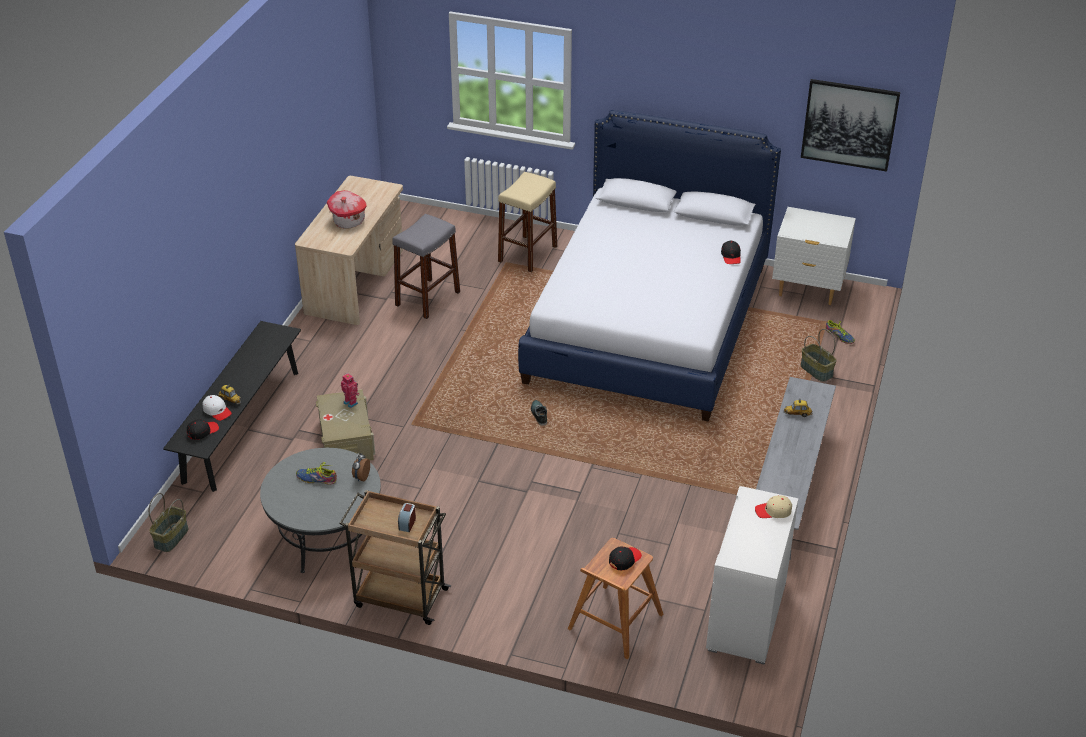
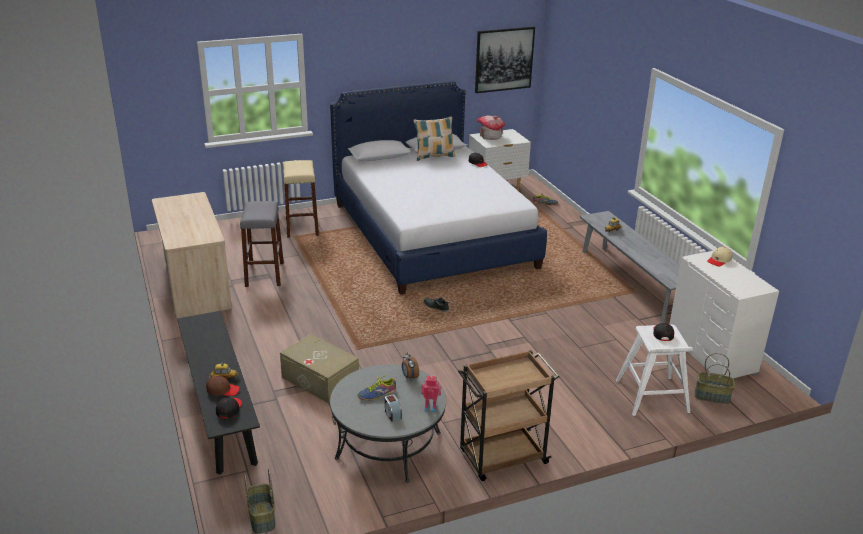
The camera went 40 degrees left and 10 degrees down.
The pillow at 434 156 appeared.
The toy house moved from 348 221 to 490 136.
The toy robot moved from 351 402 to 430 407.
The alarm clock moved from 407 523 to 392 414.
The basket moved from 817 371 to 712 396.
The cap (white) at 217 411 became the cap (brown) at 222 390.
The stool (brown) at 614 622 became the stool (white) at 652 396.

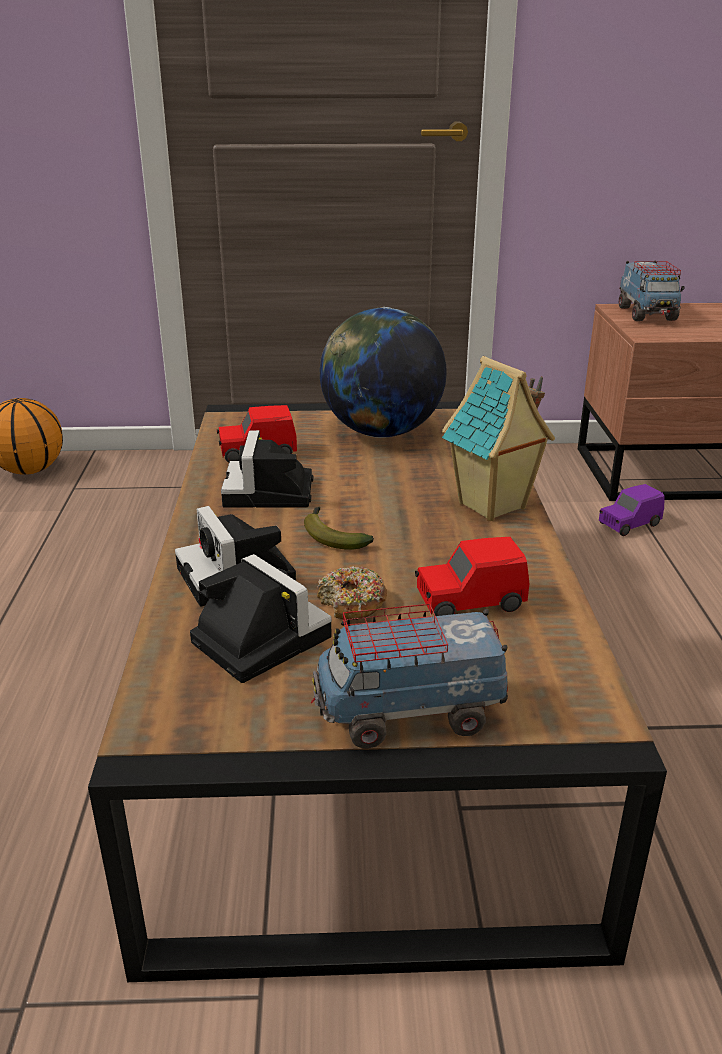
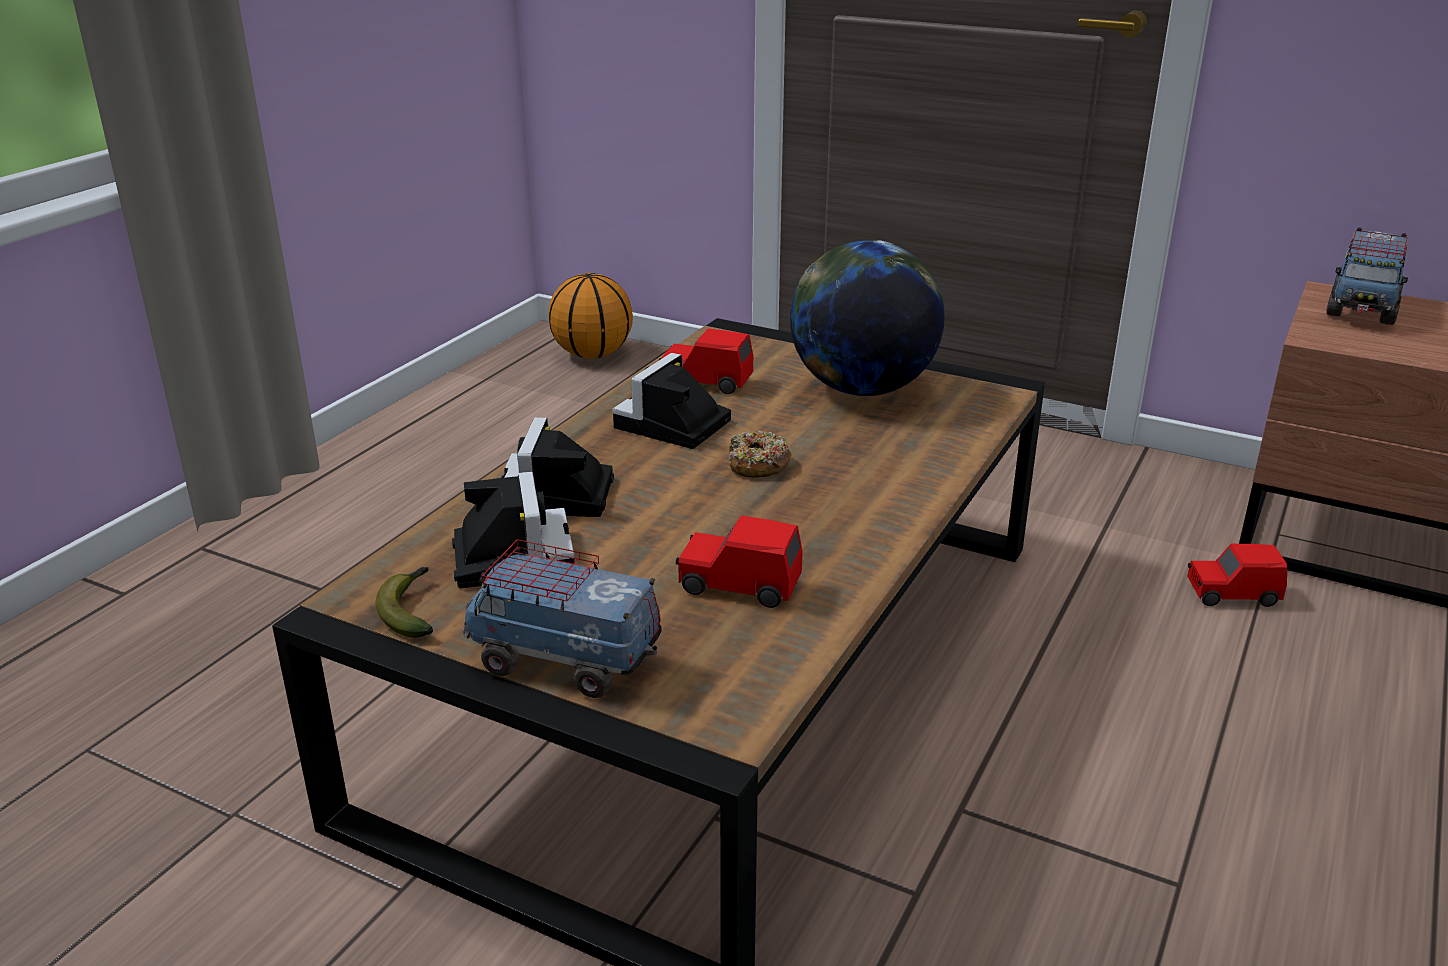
The camera went 30 degrees right and 0 degrees up.
The toy house at 492 506 disappeared.
The banana moved from 332 536 to 411 610.
The donut moved from 352 603 to 757 465.
The toy car (purple) at 628 525 became the toy car (red) at 1231 594.

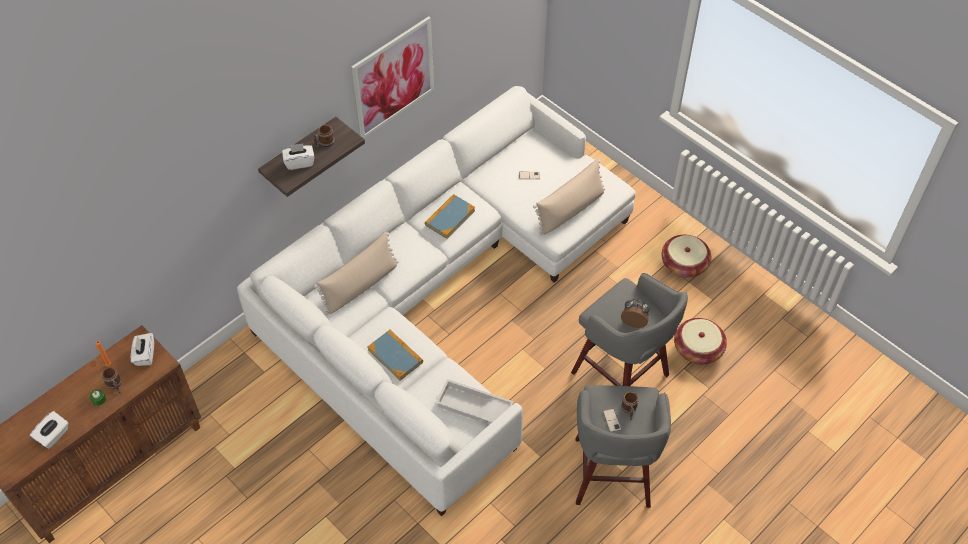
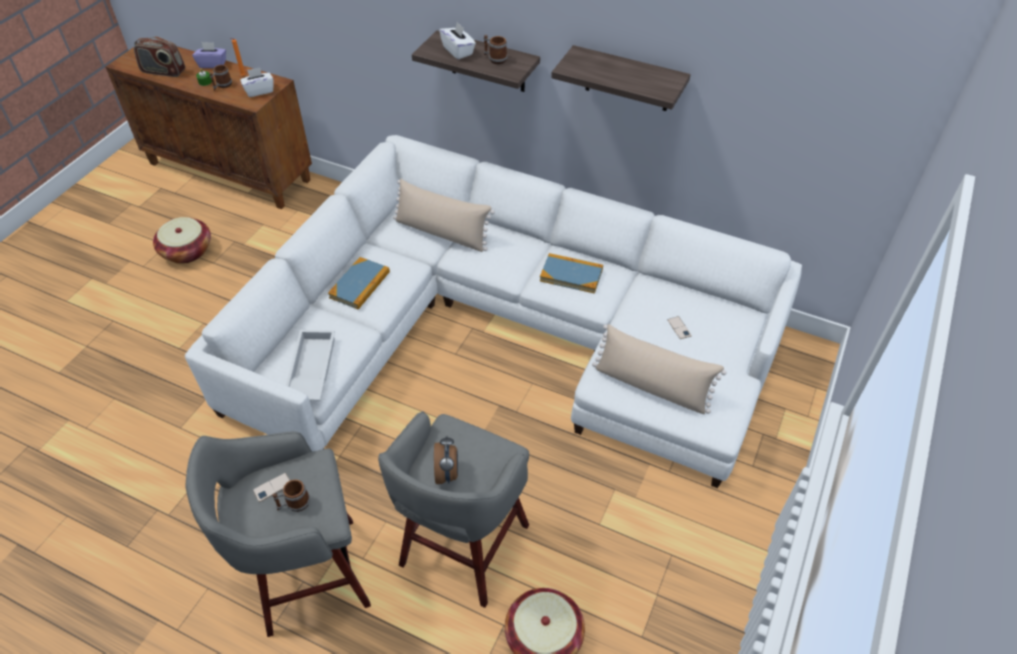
The camera went 70 degrees right and 5 degrees down.
The tissue box (purple) at 213 64 appeared.
The basket moved from 684 264 to 187 251.
The tissue box (white) at 53 435 was replaced by the radio at 163 71.
The picture at 393 78 was replaced by the shelf at 628 79.

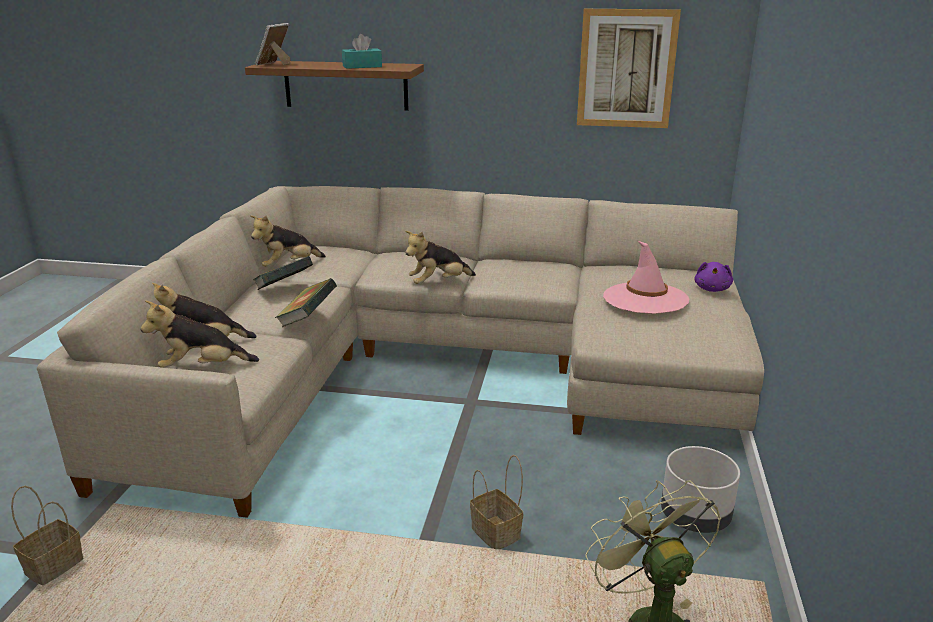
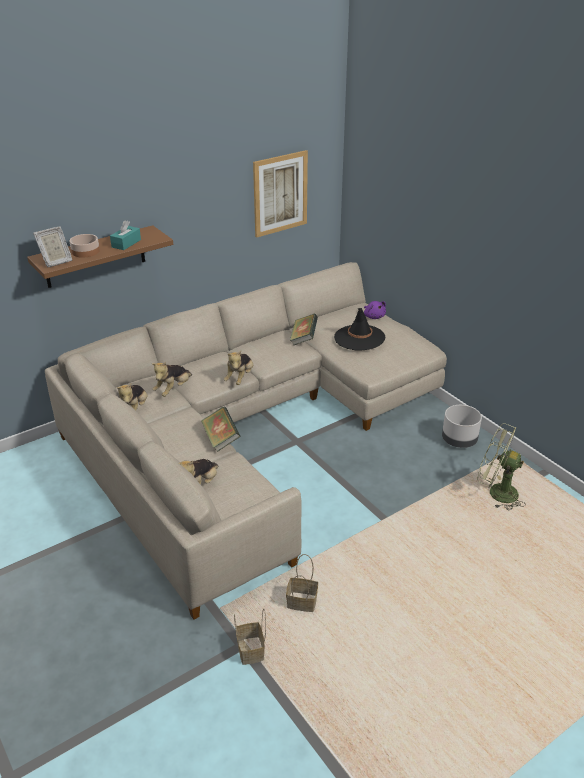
The camera went 45 degrees left and 10 degrees up.
The bowl at 85 251 appeared.
The plush toy moved from 202 367 to 173 389.
The book moved from 284 289 to 303 338.
The basket moved from 497 533 to 303 602.
The hat (pink) at 645 298 became the hat (black) at 359 338.
The picture frame at 274 64 turned 105 degrees counterclockwise.

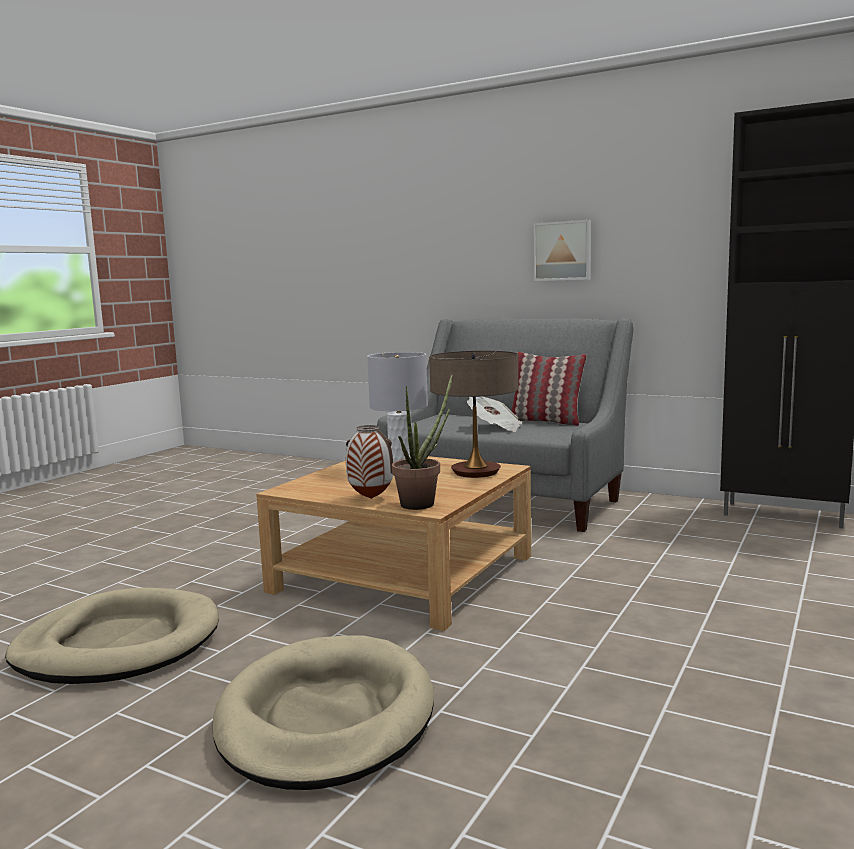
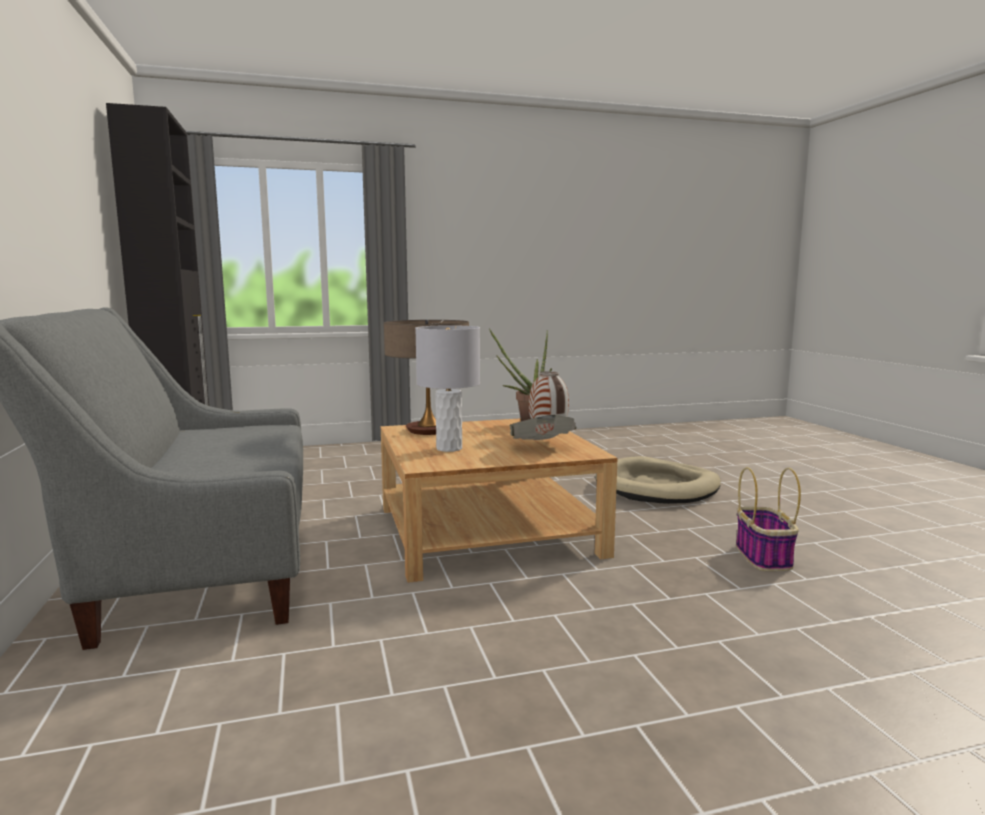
The camera went 135 degrees left and 0 degrees up.
The pillow at 545 421 disappeared.
The picture at 563 251 disappeared.
The newspaper moved from 495 428 to 542 447.
The dog bed (beige) at 118 644 was replaced by the basket at 764 557.

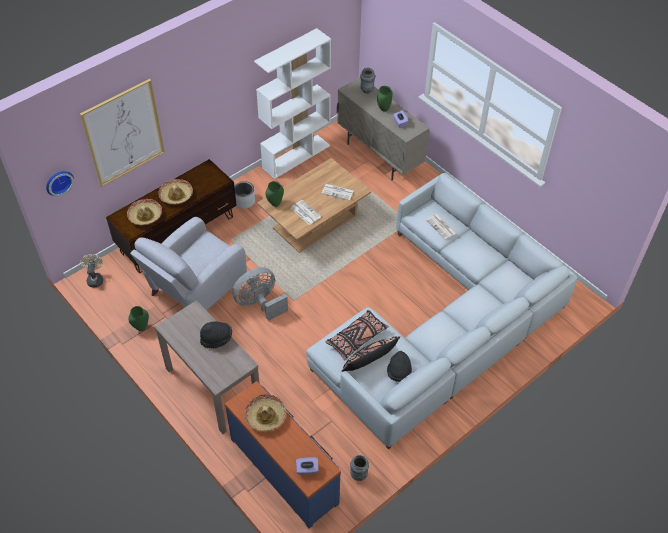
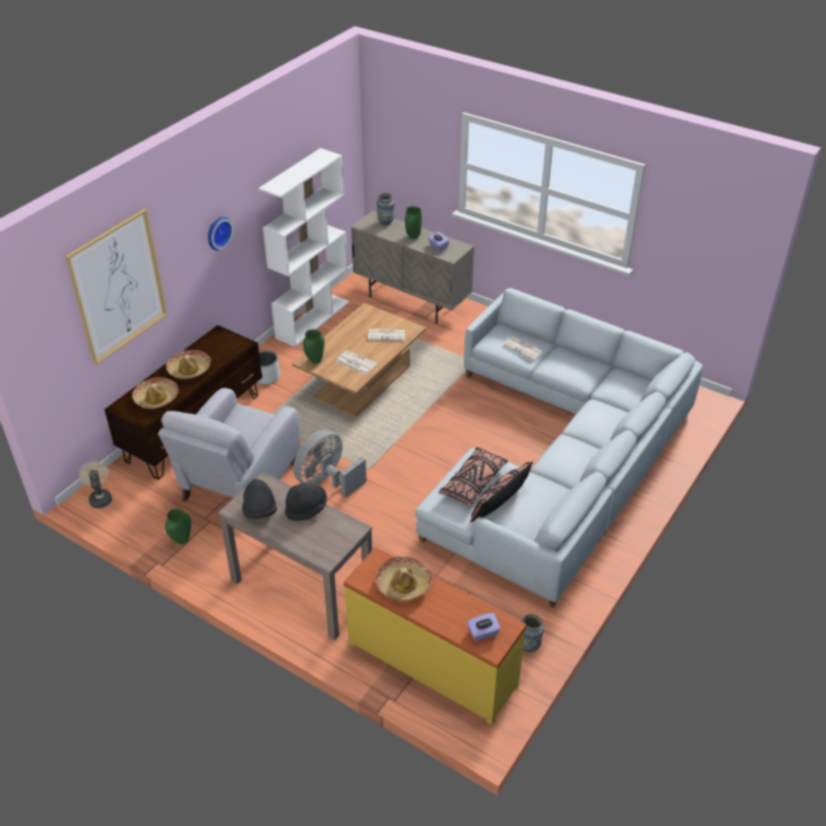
The camera went 15 degrees left and 10 degrees down.
The wall clock moved from 58 181 to 218 232.
The hat (black) moved from 399 373 to 260 511.
The dresser (blue) at 285 469 became the dresser (yellow) at 433 662.

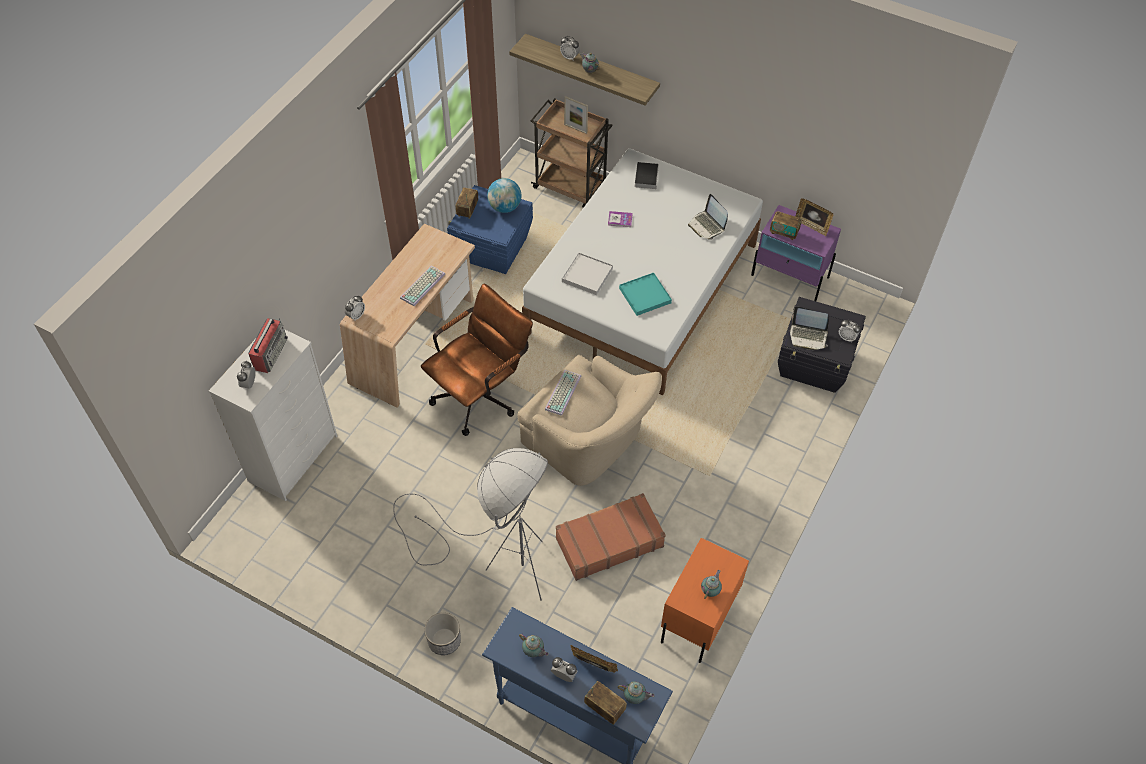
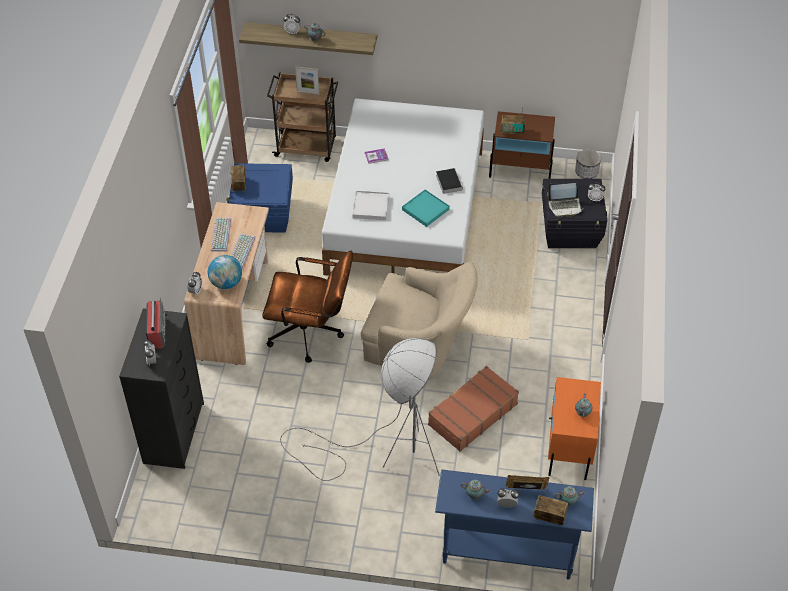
The camera went 20 degrees left and 5 degrees down.
The laptop at 707 226 disappeared.
The picture frame at 811 226 disappeared.
The planter moved from 444 640 to 586 172.
The globe moved from 505 207 to 226 283.
The keyboard moved from 562 392 to 220 234.
The book moved from 646 176 to 448 182.
The dresser (white) at 294 457 became the dresser (black) at 174 432.
The nightstand (purple) at 790 276 became the nightstand (brown) at 520 169.
The office chair (brown) at 481 394 turned 75 degrees clockwise.

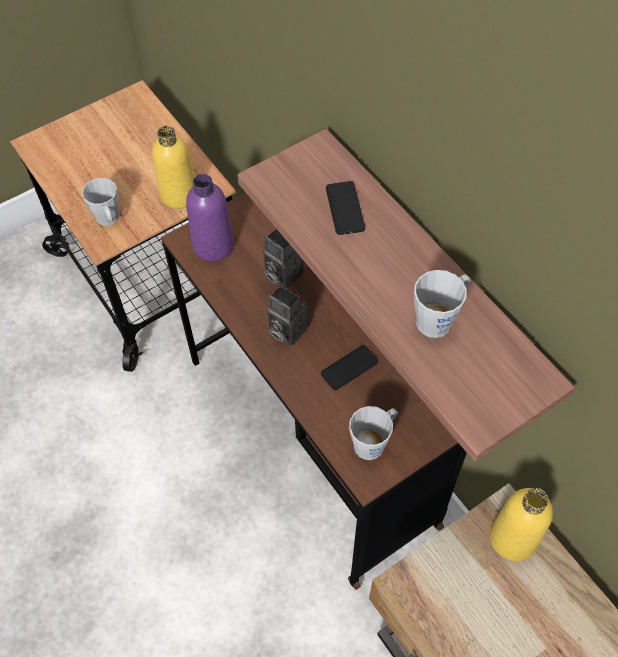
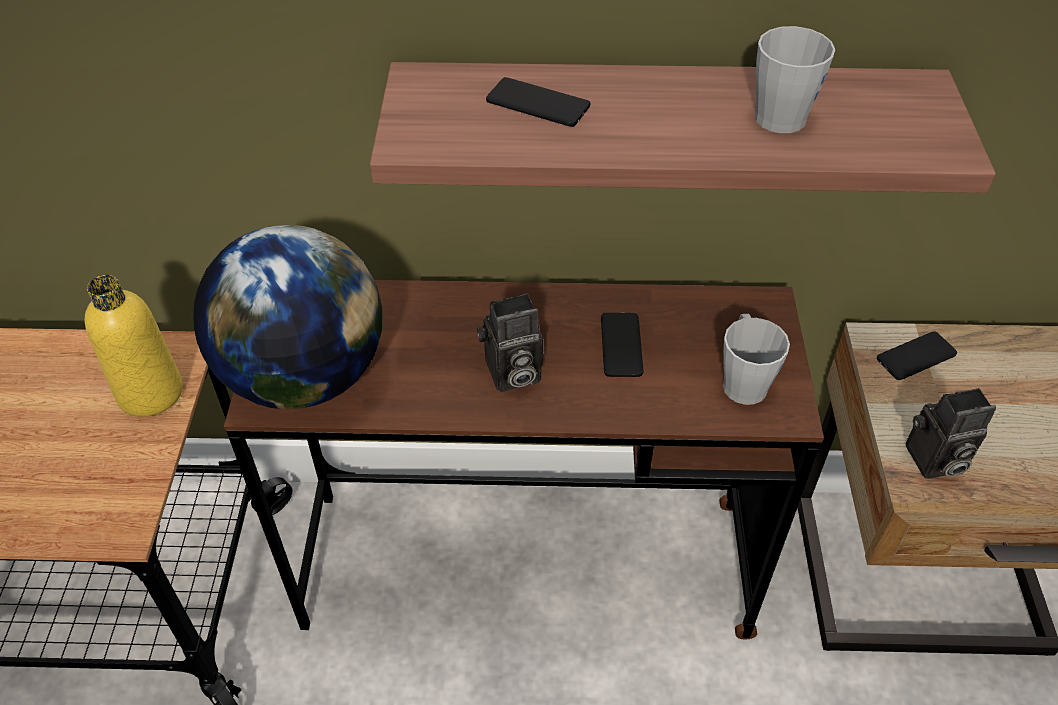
The camera went 55 degrees left and 10 degrees down.
The mug (grey) at 109 219 disappeared.
The photo camera moved from 281 274 to 933 461.
The bottle (purple) at 213 245 was replaced by the globe at 304 376.
The bottle (yellow) at 513 538 was replaced by the phone at 916 356.

